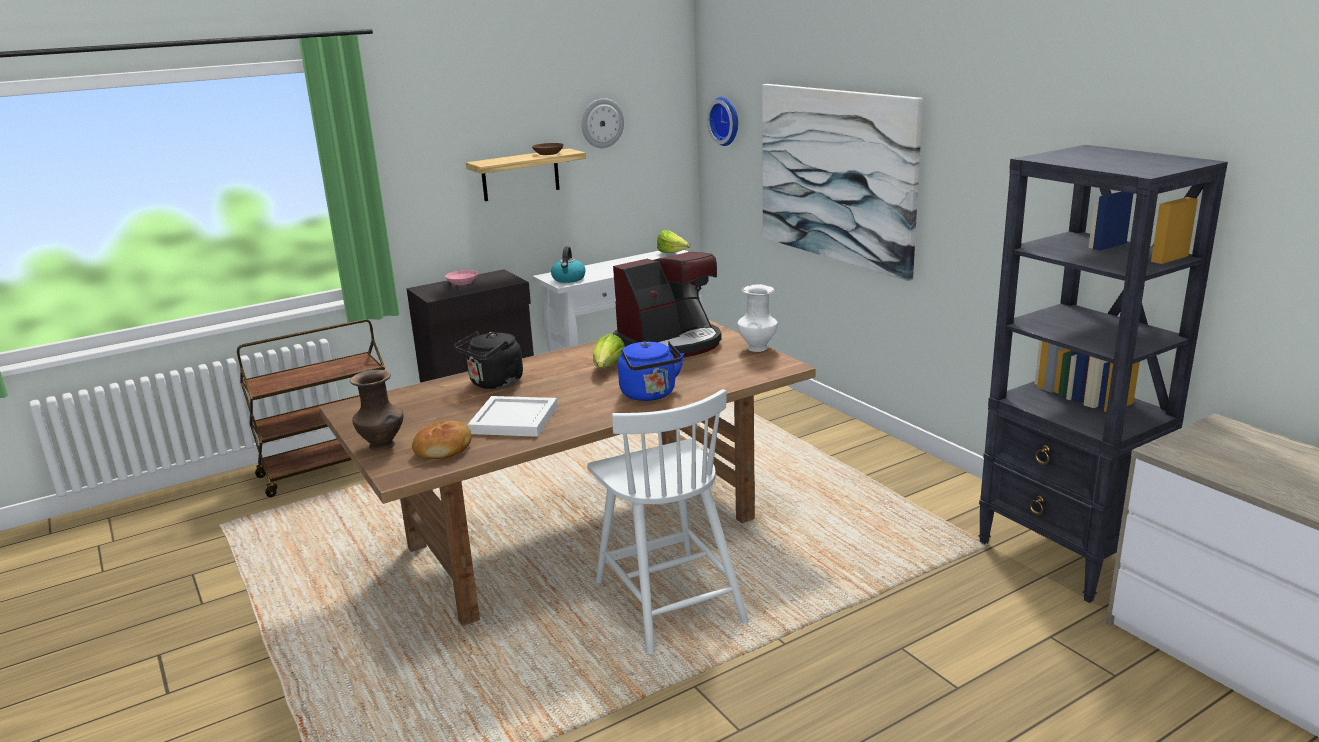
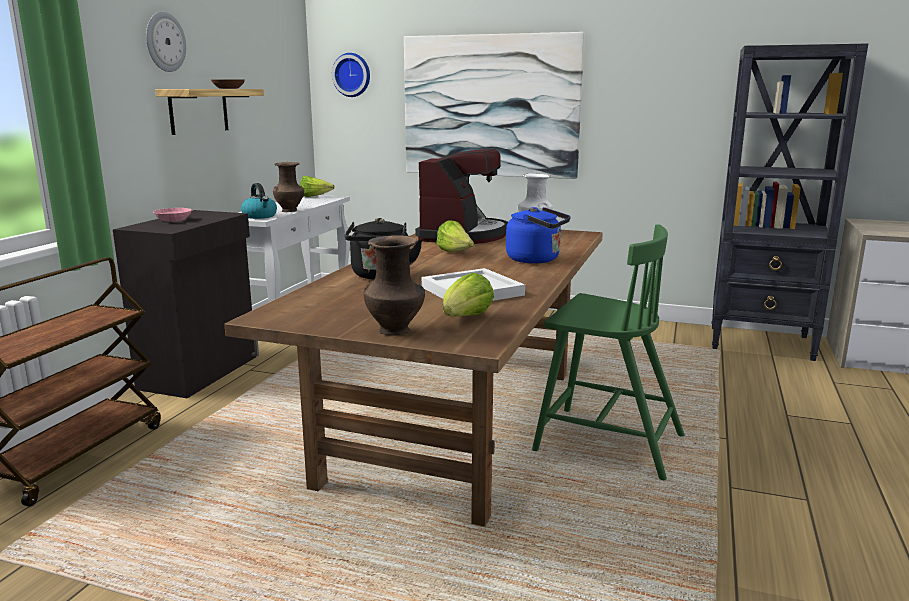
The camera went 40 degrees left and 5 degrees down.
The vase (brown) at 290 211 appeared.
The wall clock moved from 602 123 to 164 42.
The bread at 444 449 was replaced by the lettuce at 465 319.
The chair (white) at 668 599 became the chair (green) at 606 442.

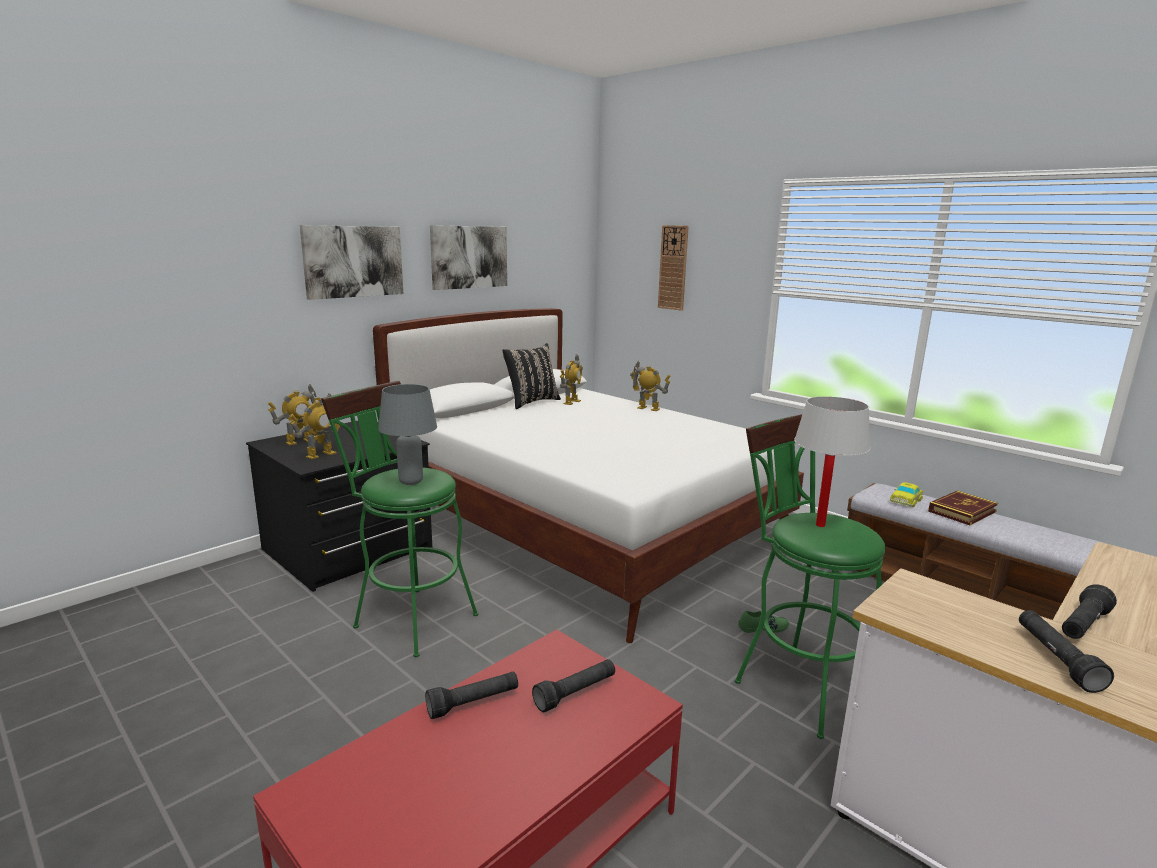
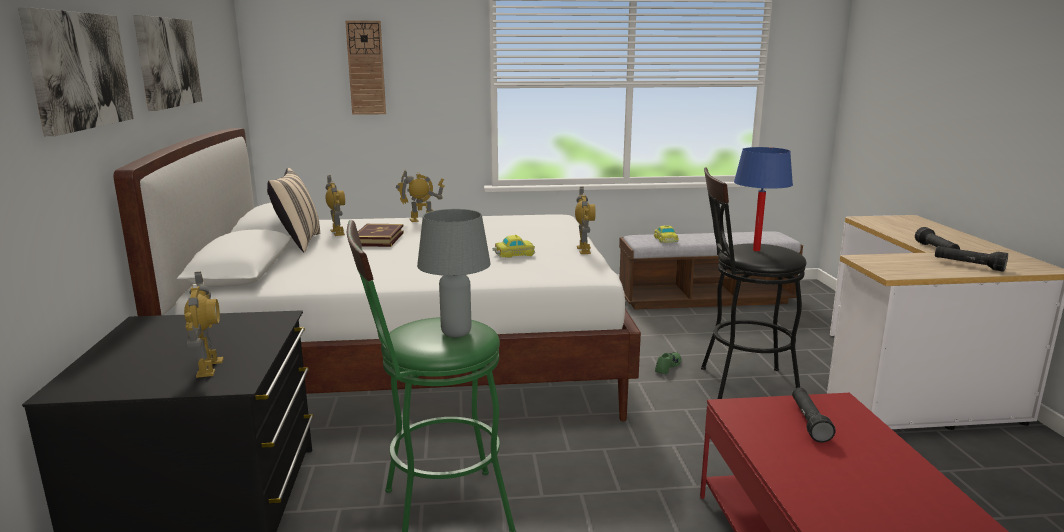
The camera went 50 degrees left and 0 degrees up.
The flashlight (black) at 473 703 disappeared.
The toy car at 513 254 appeared.
The toy robot moved from 300 441 to 584 250.
The book moved from 962 511 to 378 239.
The pillow (black) at 531 402 became the pillow (beige) at 297 243.
The stool (green) at 795 682 became the stool (black) at 739 385.
The table lamp (white) at 820 525 became the table lamp (blue) at 756 250.

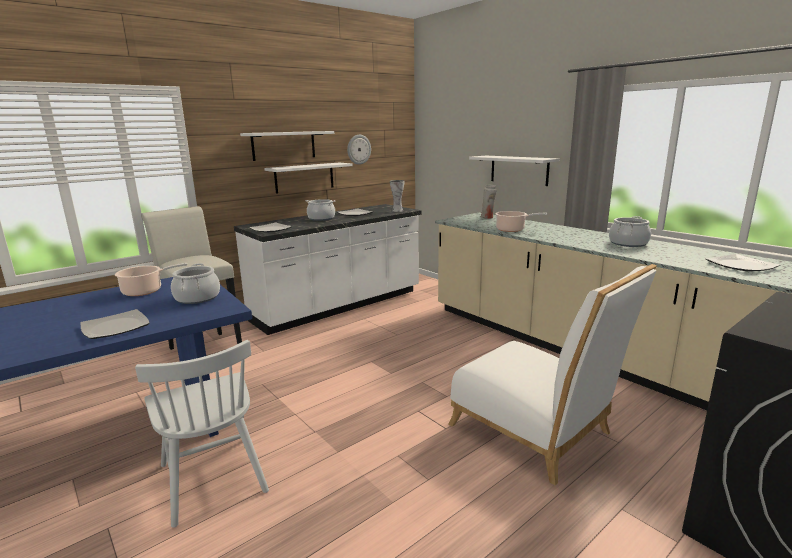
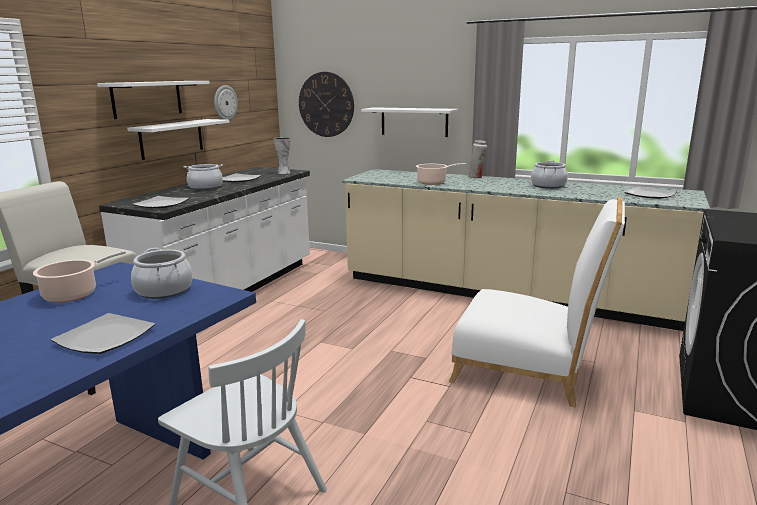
The camera went 25 degrees left and 0 degrees up.
The wall clock at 326 104 appeared.
The vase (white) moved from 488 218 to 476 177.

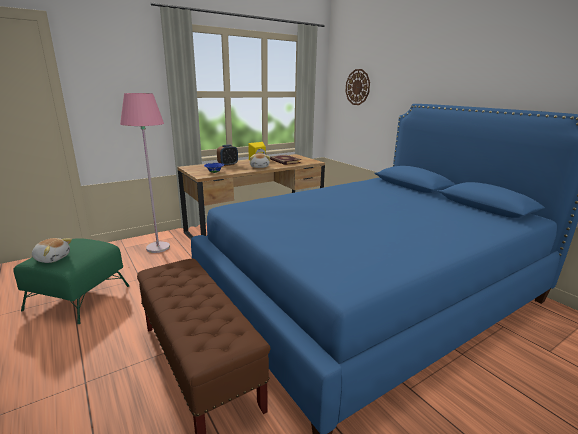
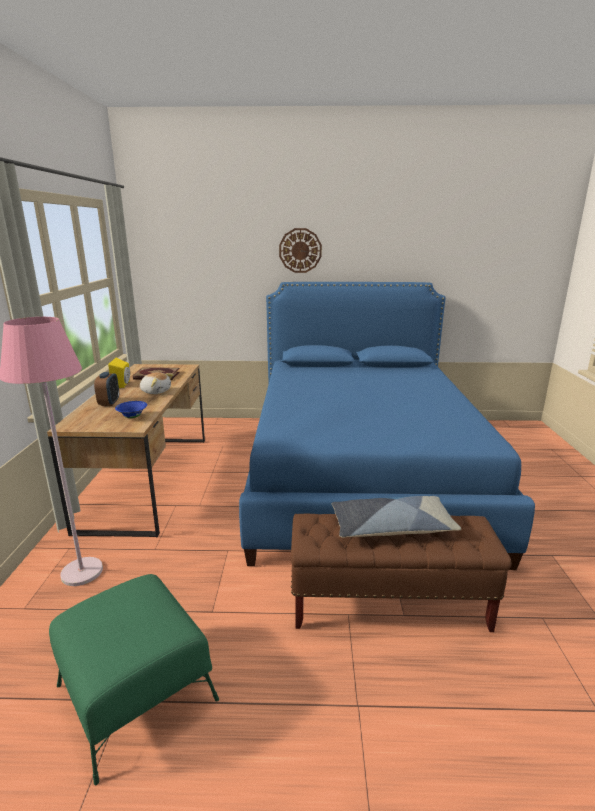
The camera went 55 degrees left and 0 degrees up.
The plush toy at 52 258 disappeared.
The pillow at 391 527 appeared.
The wall clock moved from 357 87 to 300 250.

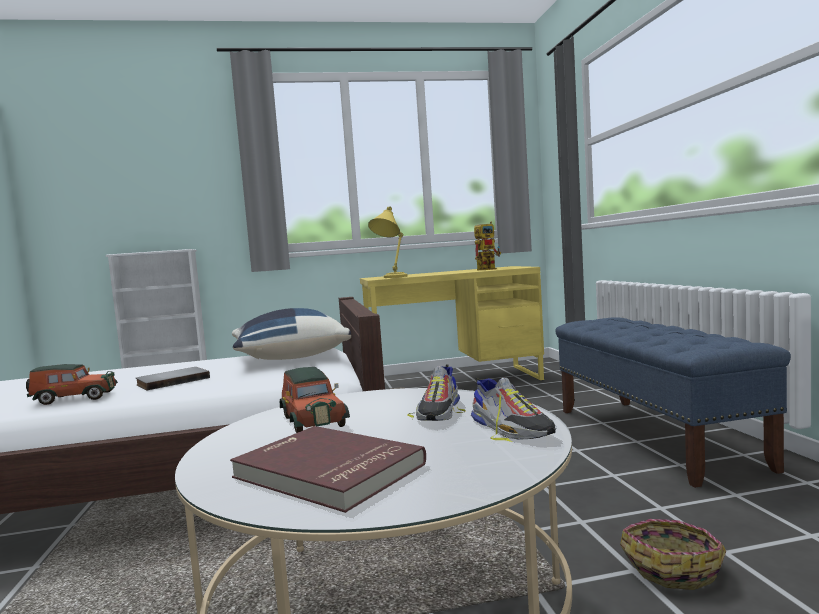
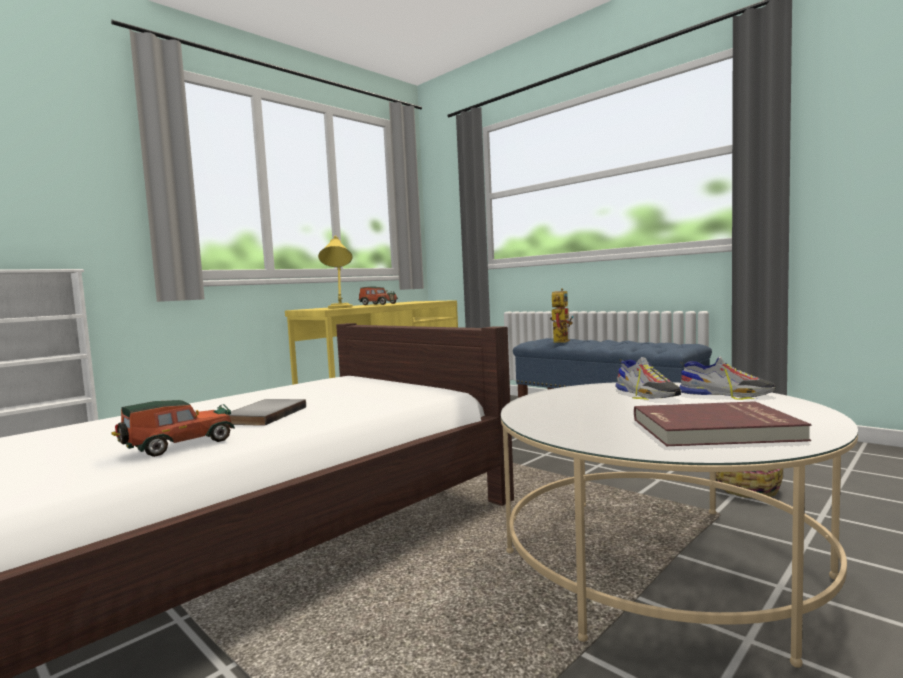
The camera went 35 degrees left and 0 degrees up.
The pillow (blue) at 290 357 disappeared.
The toy car moved from 312 420 to 377 304.
The toy robot moved from 488 269 to 560 341.

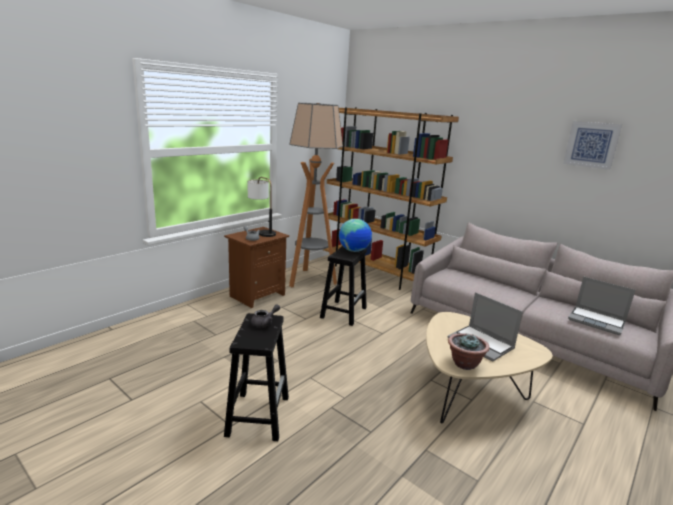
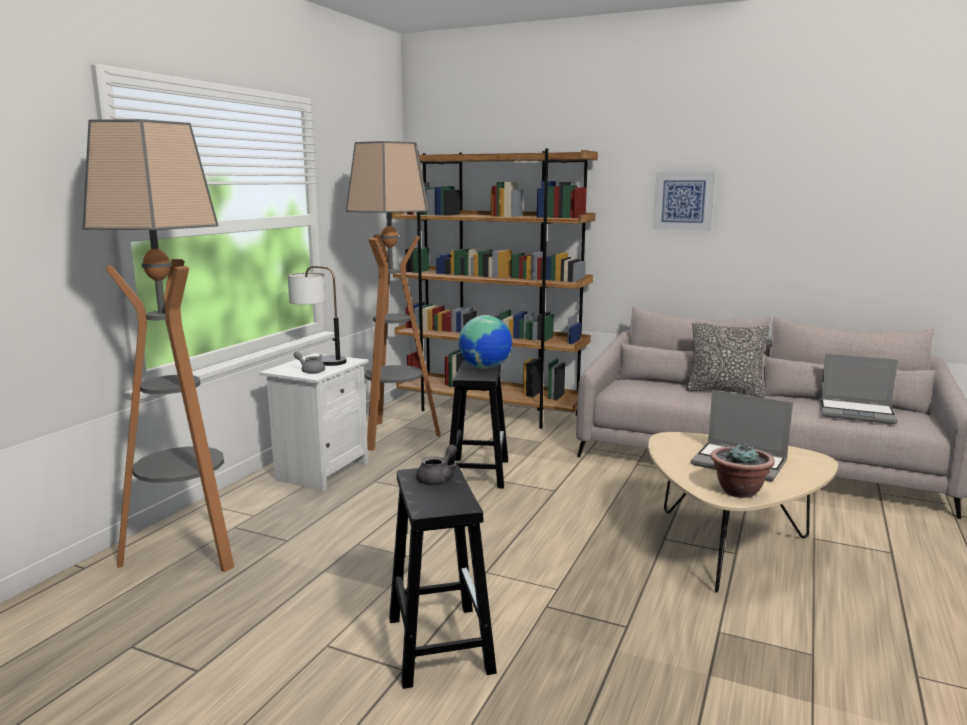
The camera went 15 degrees left and 5 degrees down.
The floor lamp at 189 550 appeared.
The pillow at 725 391 appeared.
The picture moved from 591 144 to 683 201.
The nightstand (brown) at 256 295 became the nightstand (white) at 320 471.

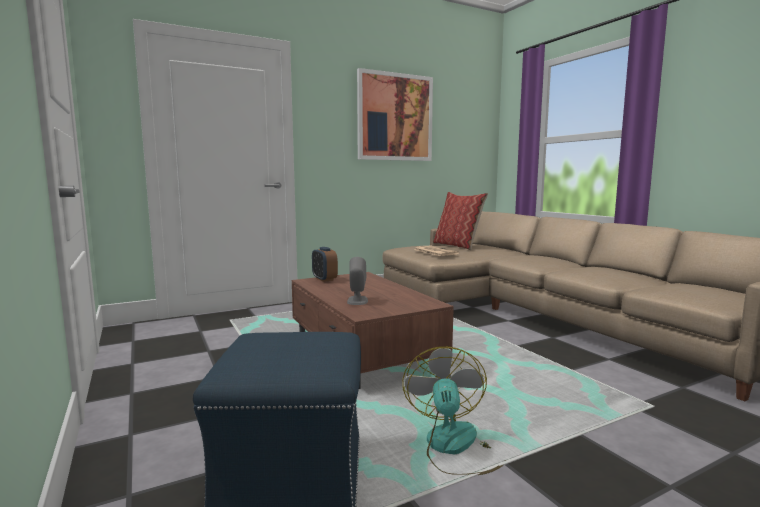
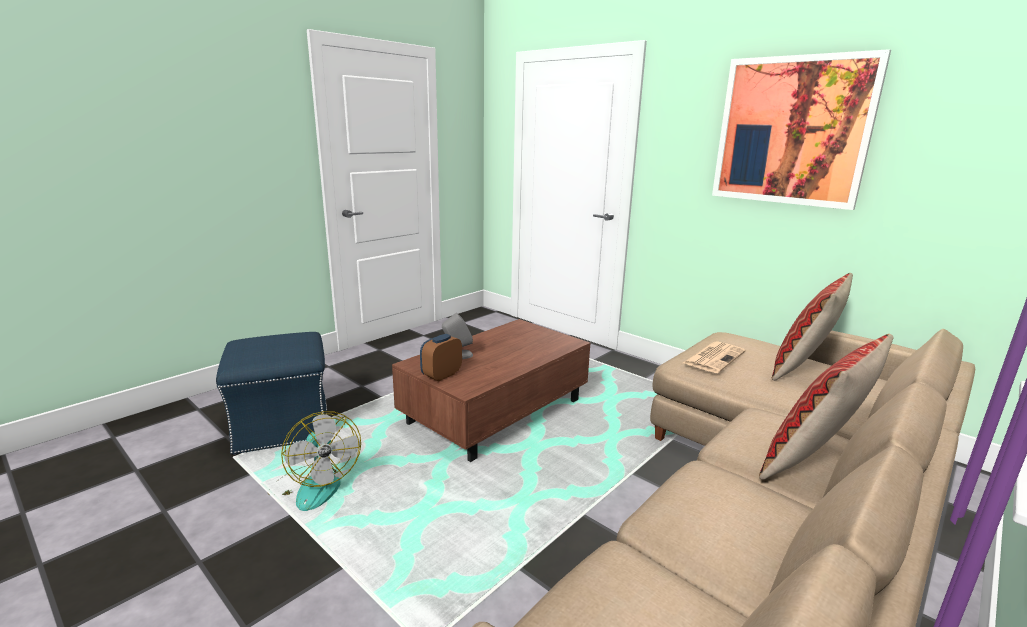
The camera went 70 degrees right and 10 degrees up.
The pillow at 811 462 appeared.
The alarm clock moved from 324 279 to 441 375.
The fan at 454 448 turned 75 degrees clockwise.

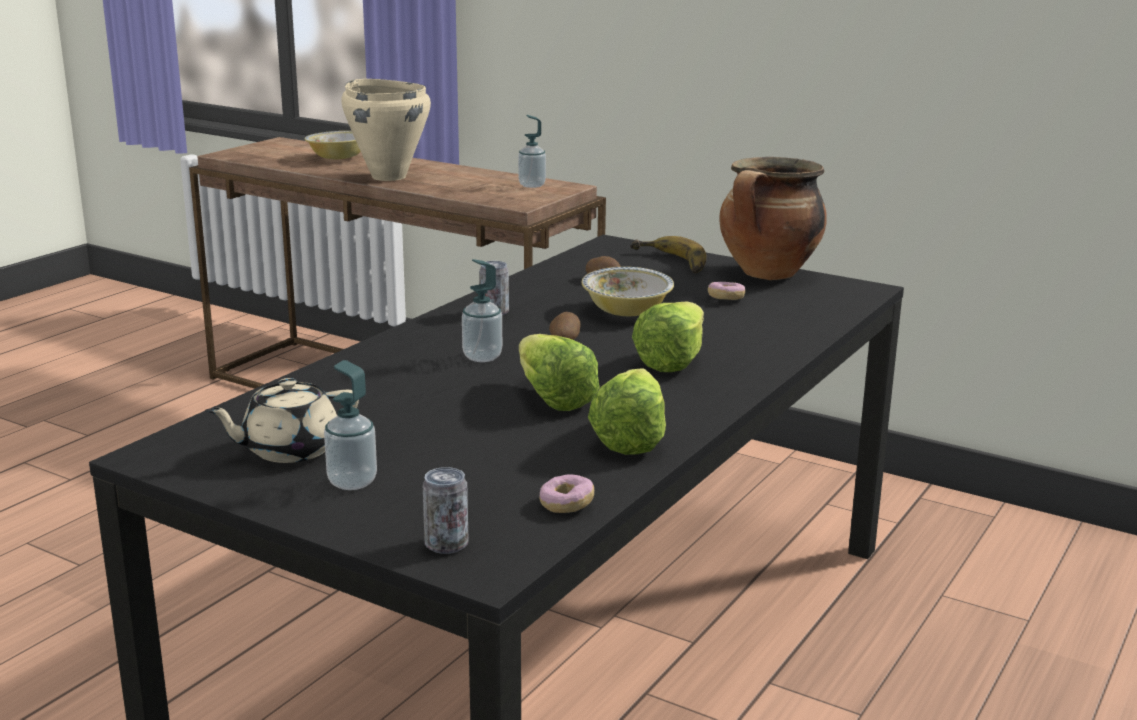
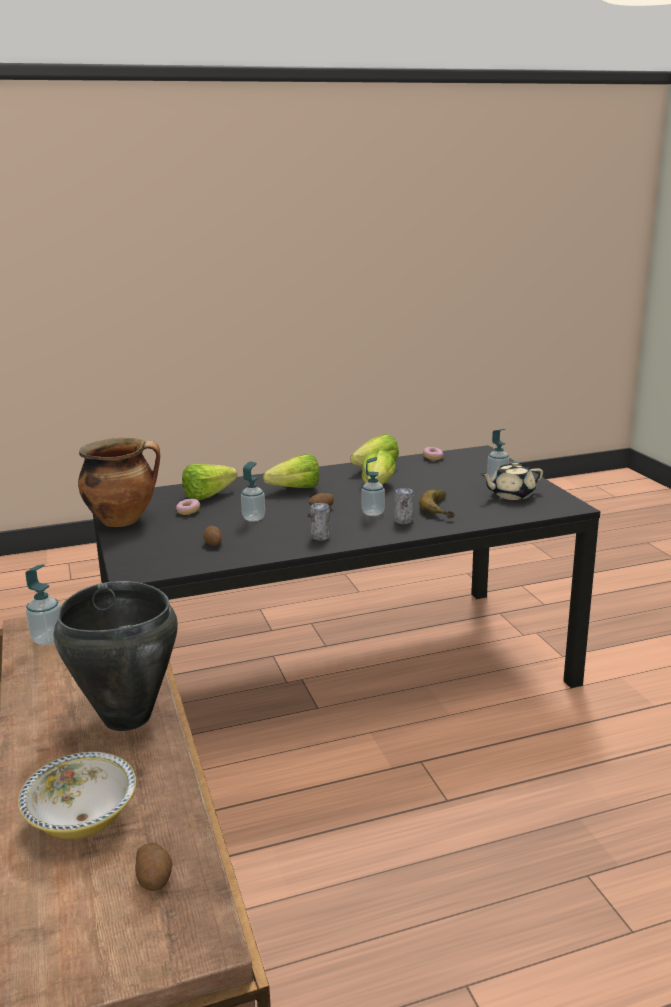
The camera went 140 degrees left and 0 degrees up.
The potato at 155 878 appeared.
The lettuce at 213 495 appeared.
The can moved from 446 544 to 403 521.
The banana moved from 669 262 to 443 508.
The bowl at 627 311 was replaced by the soap dispenser at 253 518.
The cooking pot (beige) at 388 177 became the cooking pot (black) at 126 718.
The teapot (beige) at 289 450 turned 150 degrees clockwise.

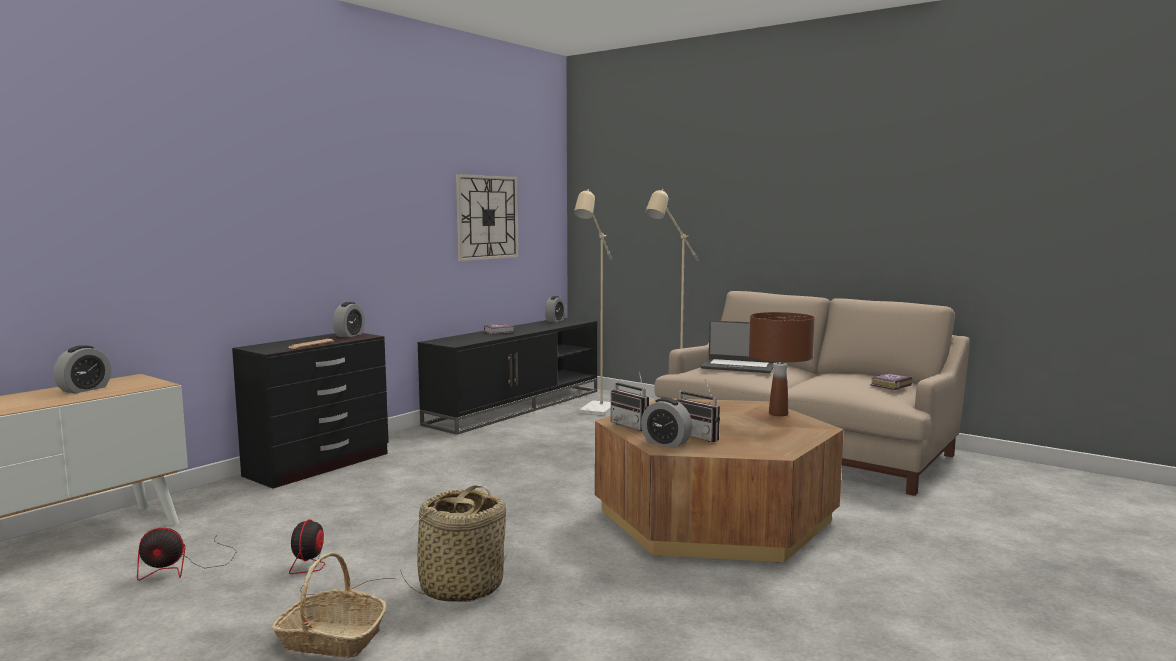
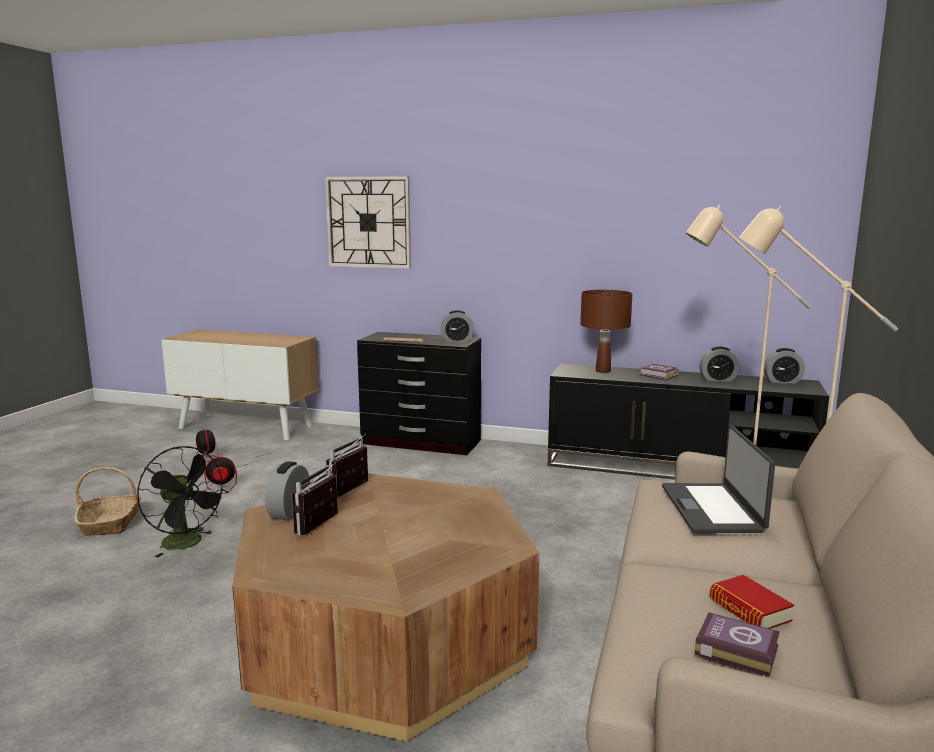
The camera went 70 degrees right and 5 degrees up.
The book at 749 610 appeared.
The alarm clock moved from 84 389 to 718 379.
The wall clock moved from 487 217 to 368 222.
The table lamp (brown) moved from 778 414 to 603 371.
The basket at 460 587 was replaced by the fan (black) at 188 544.

